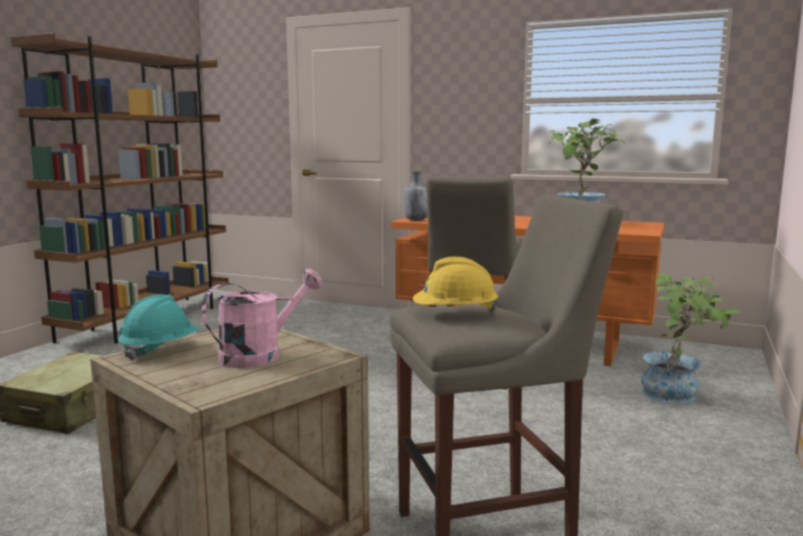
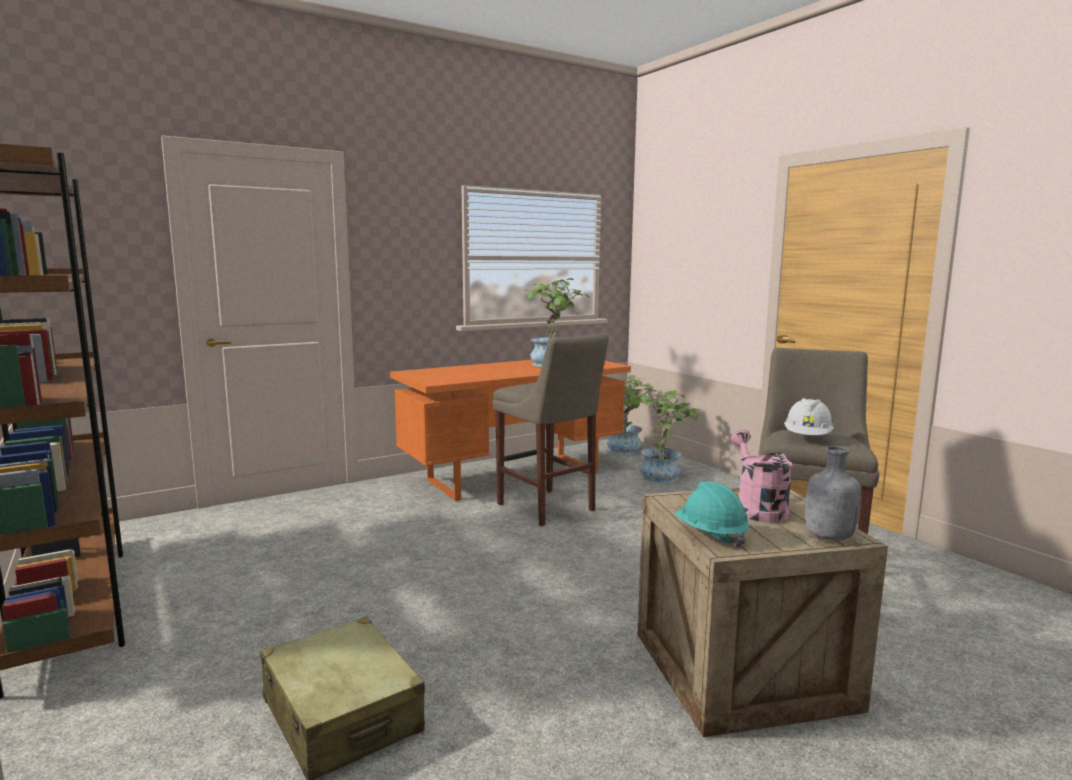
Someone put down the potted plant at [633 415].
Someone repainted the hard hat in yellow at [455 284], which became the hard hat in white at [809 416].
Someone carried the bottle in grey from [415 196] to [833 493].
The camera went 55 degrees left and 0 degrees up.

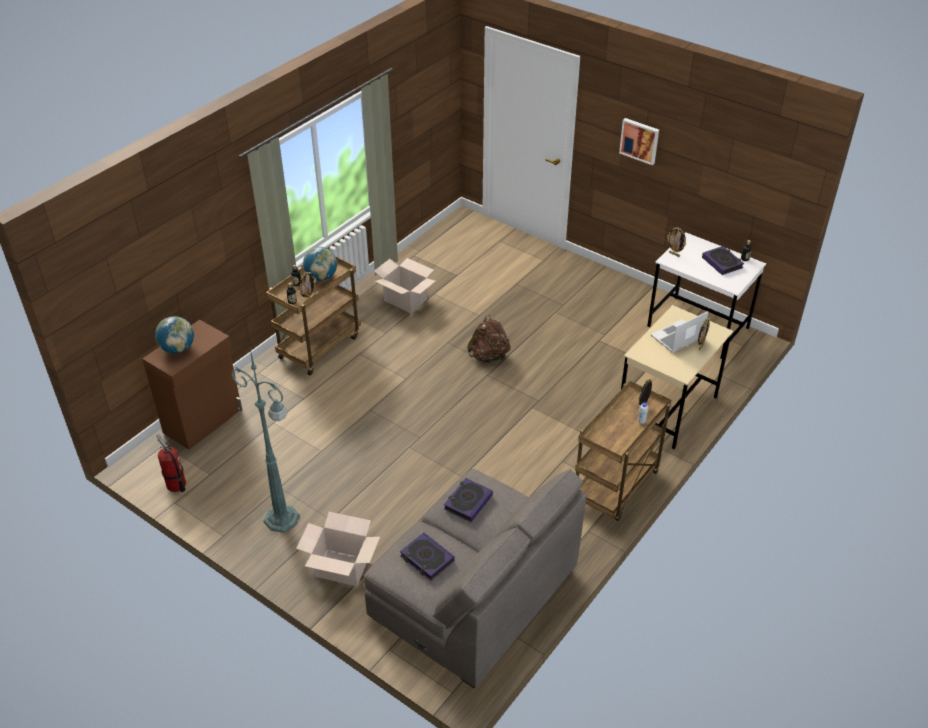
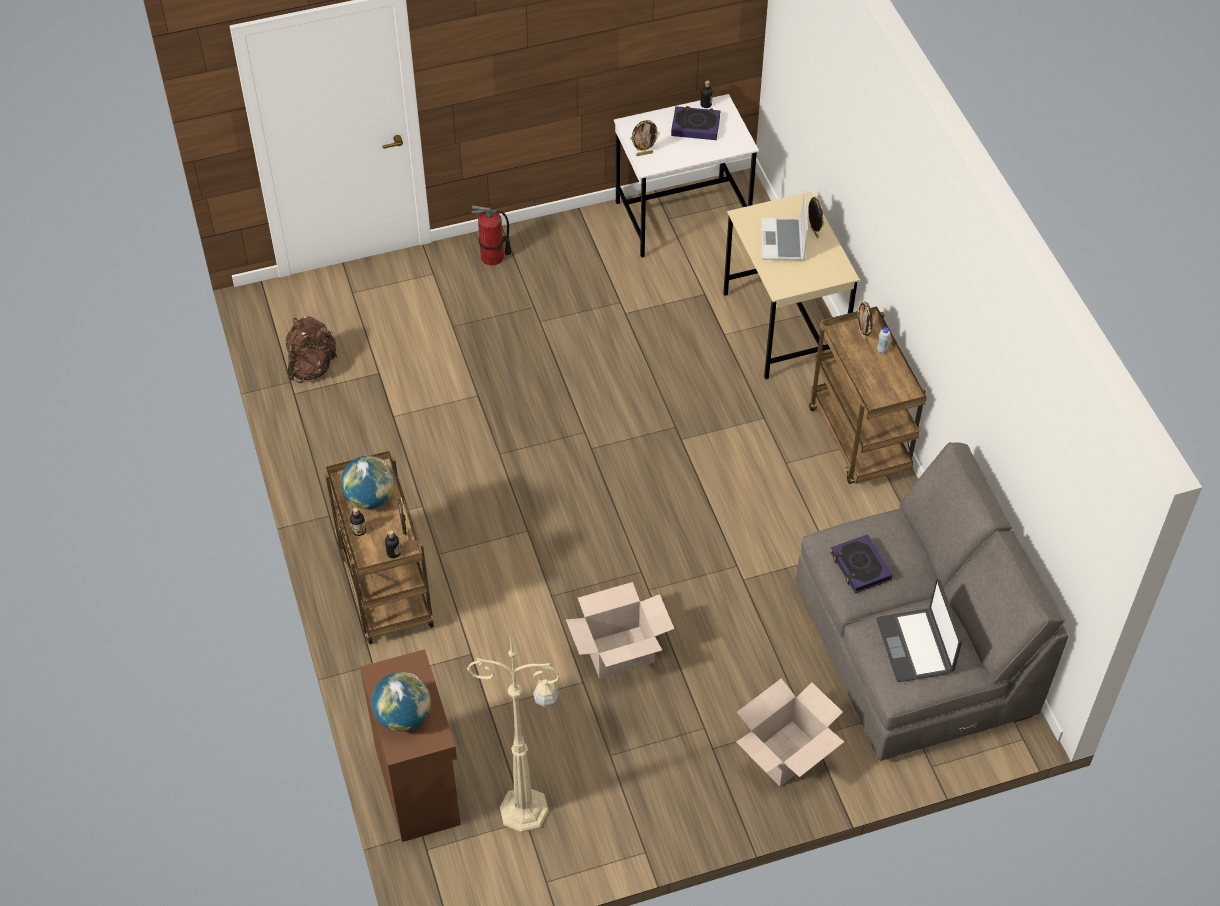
Someone carried the backpack in brown from [489 338] to [312 349].
Someone put down the floor lamp in beige at [513 735].
Someone carried the fire extinguisher from [171 463] to [491 235].
Someone carried the cardboard box from [404 285] to [620 630].
Someone swapped the book at [427 557] for the laptop at [919 630].
Someone took away the floor lamp in green at [265 441].
Someone took away the picture at [639 141].
The camera went 55 degrees left and 10 degrees up.

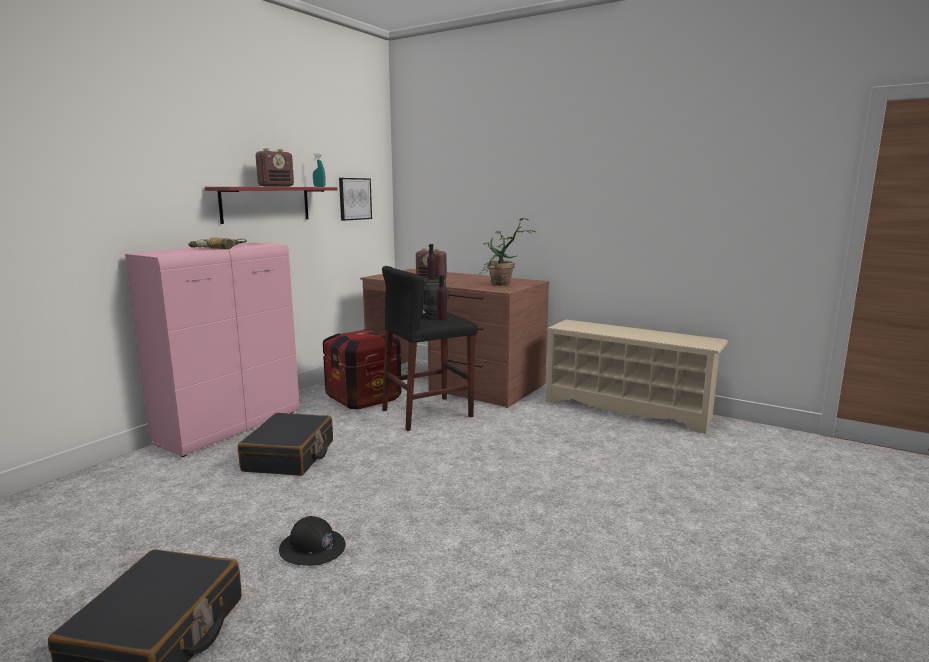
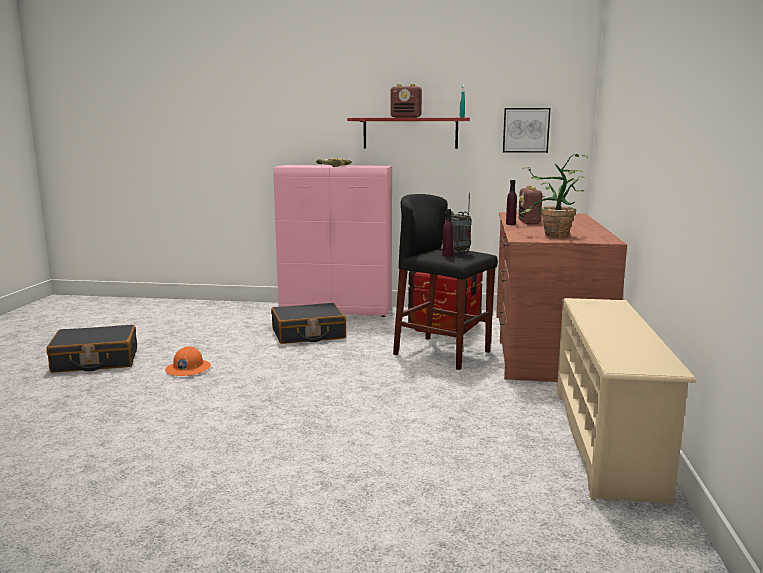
Someone repainted the hard hat in black at [312 541], which became the hard hat in orange at [188 361].
The camera went 65 degrees right and 0 degrees up.

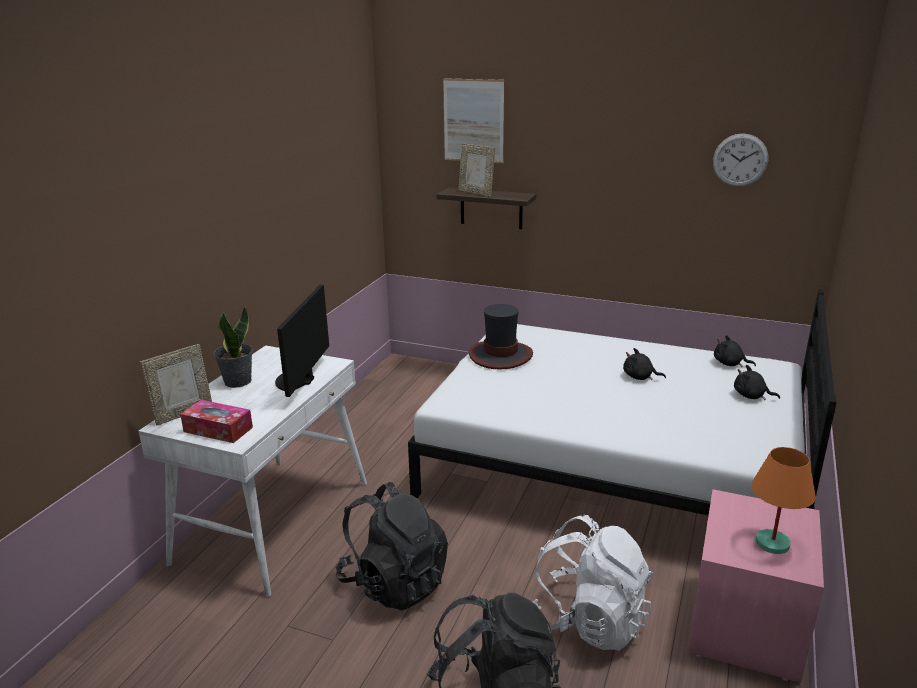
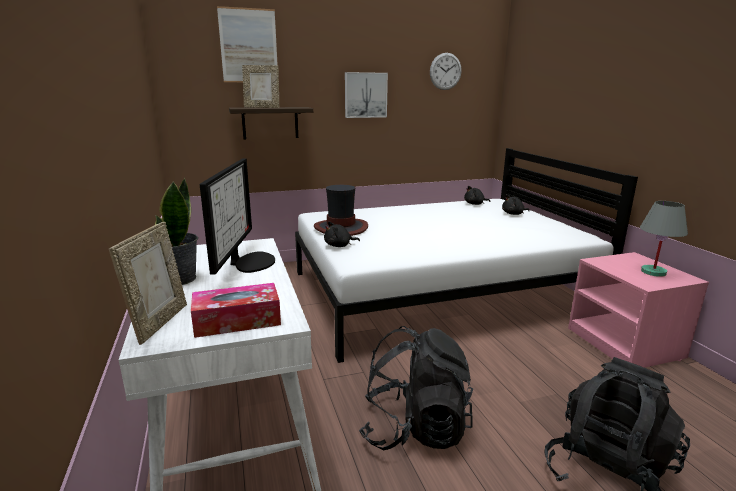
Someone rotated the monitor at [302 341] by 150 degrees counterclockwise.
Someone carried the plush toy in black from [644 364] to [342 234].
Someone put up the picture at [366 95].
Someone repainted the table lamp in orange at [783 500], which became the table lamp in grey at [664 239].
Someone took away the backpack in white at [593 583].
The camera went 40 degrees left and 5 degrees down.

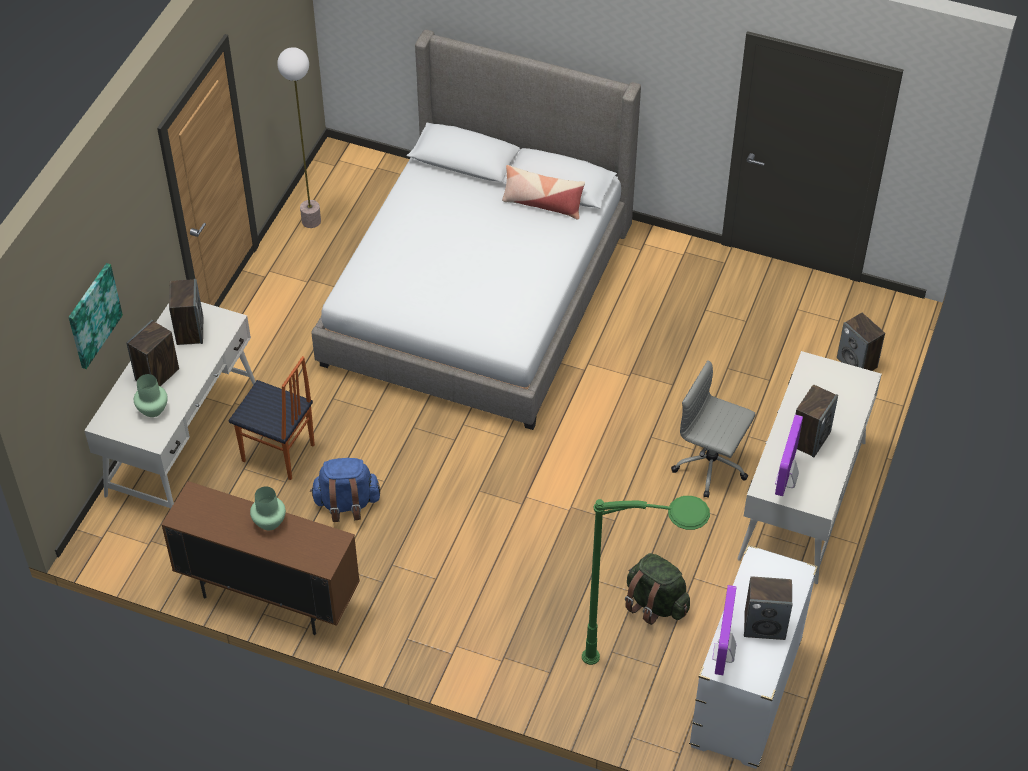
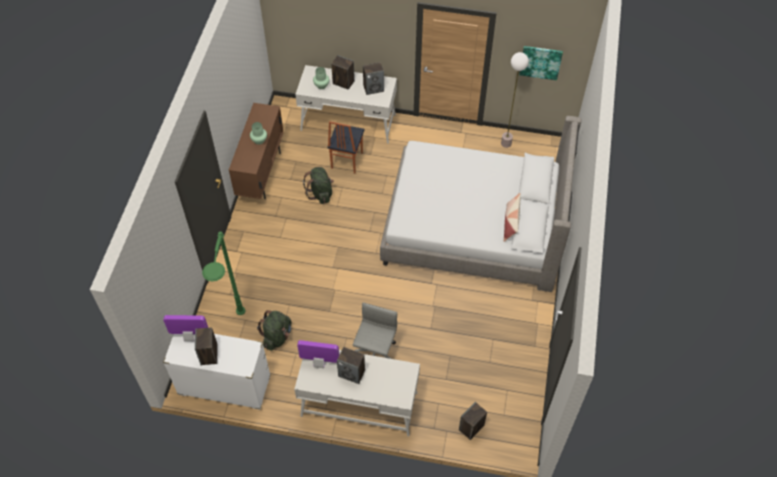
Someone repainted the backpack in blue at [345 490], which became the backpack in green at [318 185].
Someone carried the picture from [95 316] to [541 63].
The camera went 80 degrees right and 5 degrees up.

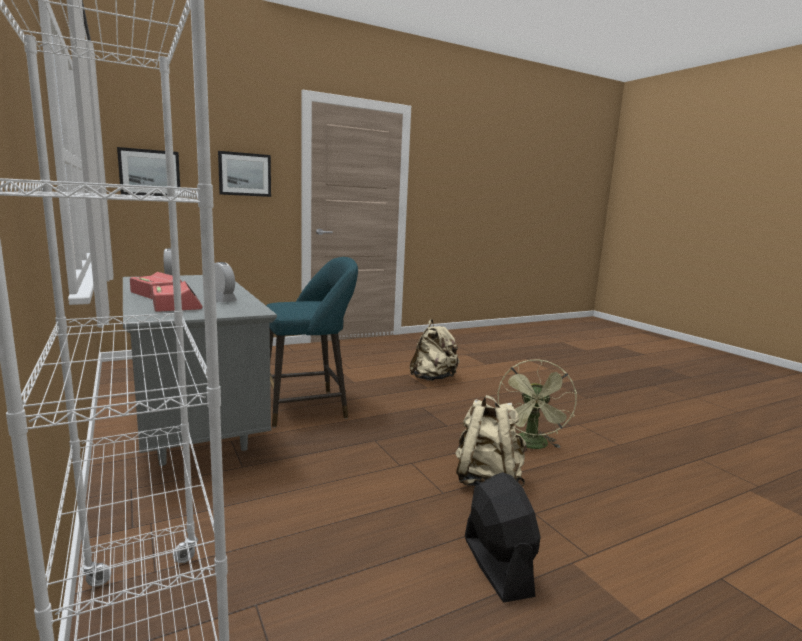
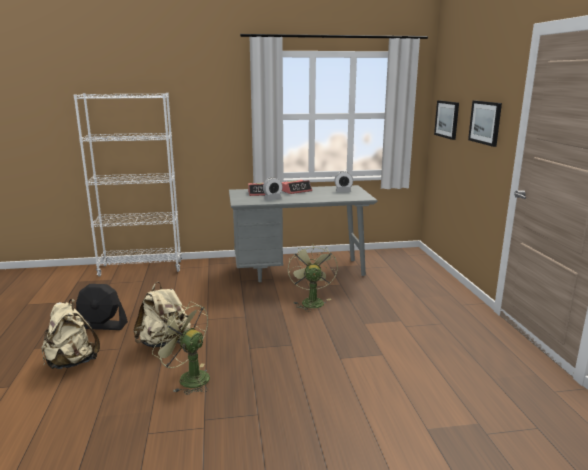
Someone carried the backpack in beige from [434 350] to [71 334].
Someone swapped the stool in turquoise at [312 342] for the fan in green at [313 277].
The camera went 110 degrees right and 5 degrees up.

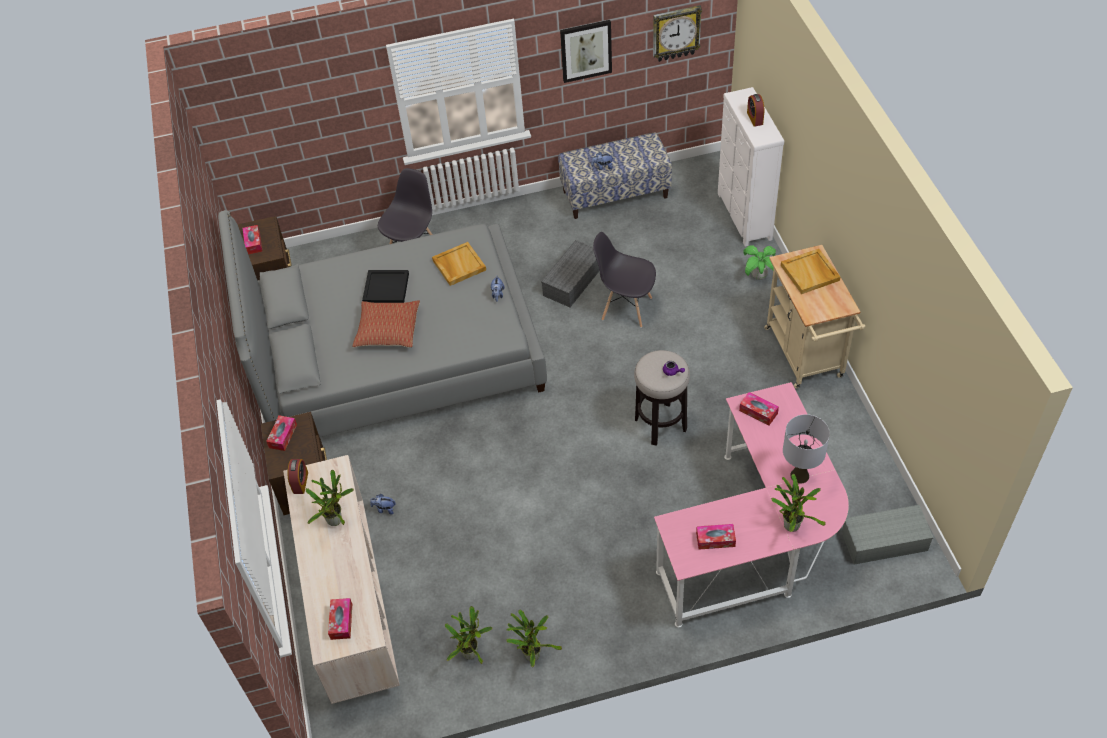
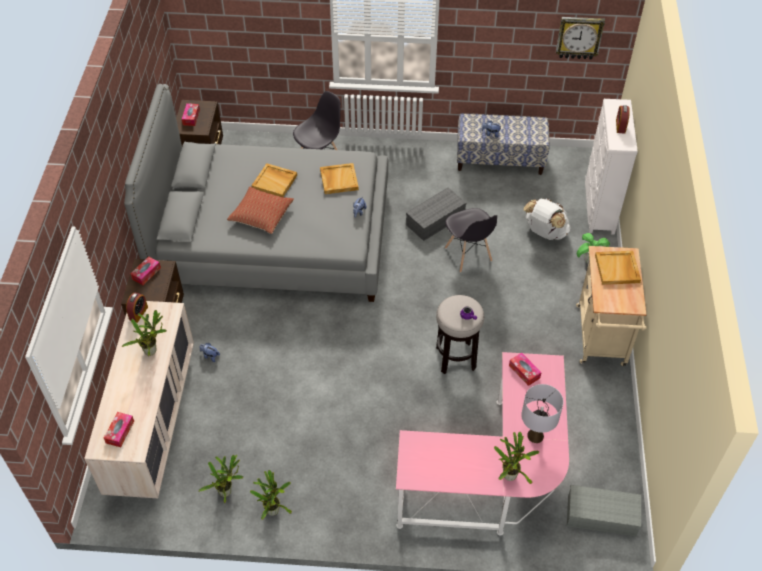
Someone repainted the tray in black at [385 286], which became the tray in beige at [274 180].
Someone rotated the chair in grey at [624 280] by 150 degrees counterclockwise.
Someone put down the backpack in white at [547 219].
Someone took away the picture at [586 51].
Someone took away the tissue box at [716 537].
The camera went 15 degrees right and 0 degrees up.

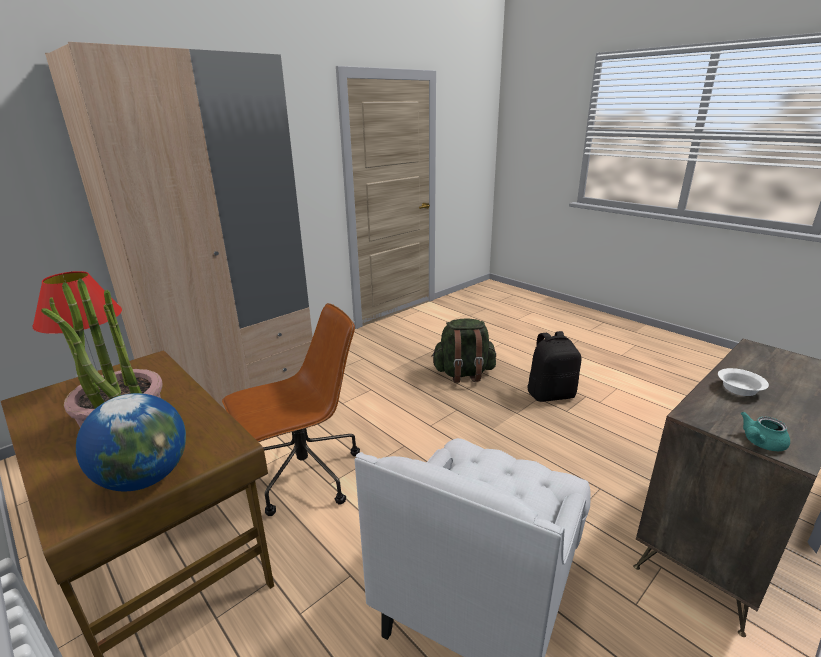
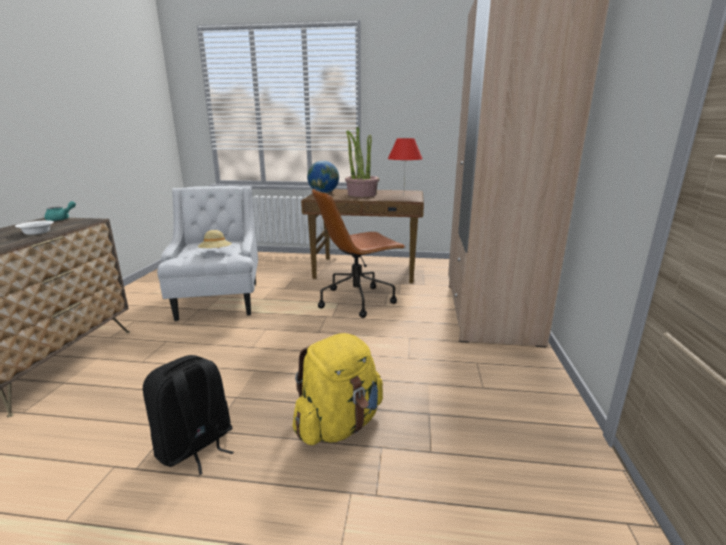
Someone put down the hat in beige at [214 239].
Someone repainted the backpack in green at [463 350], which became the backpack in yellow at [338 389].
Someone rotated the office chair in brown at [291 409] by 45 degrees clockwise.
The camera went 140 degrees right and 5 degrees down.

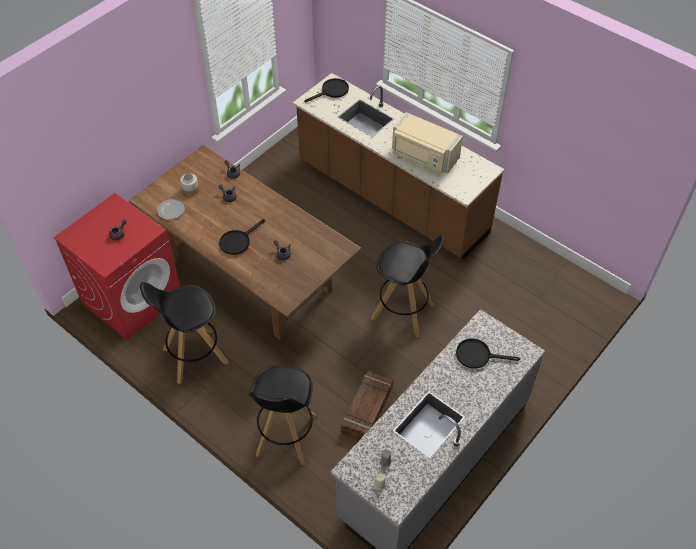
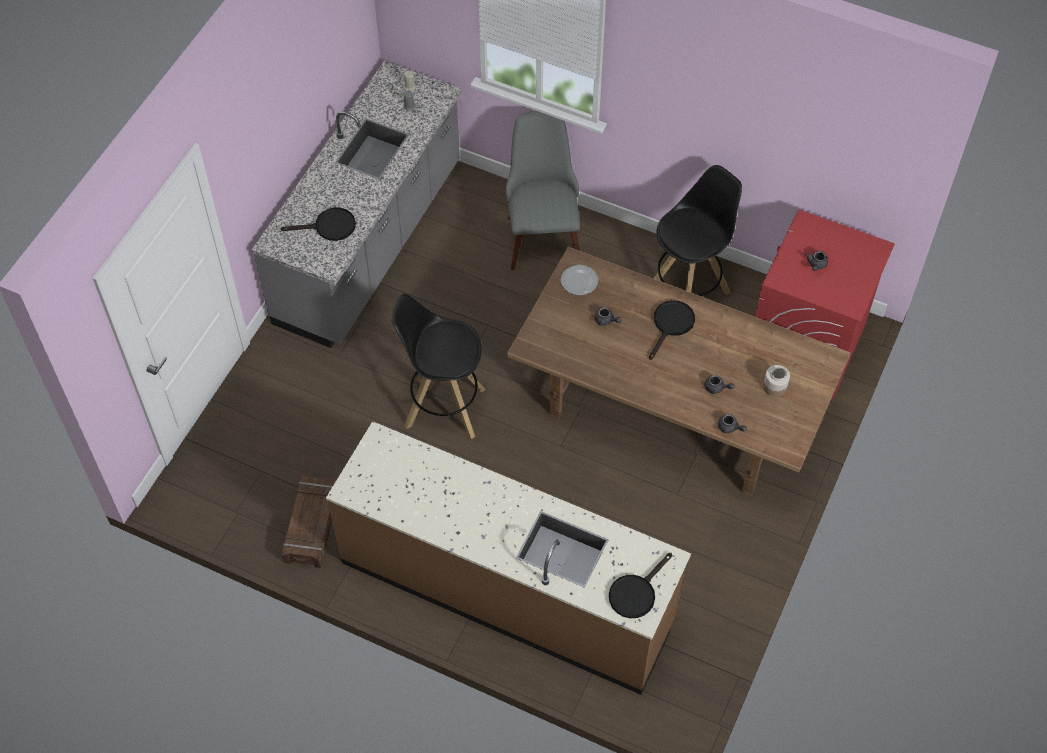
Someone carried the crate from [367 405] to [309 521].
Someone swapped the stool in black at [283 416] for the chair in grey at [543 190].
Someone carried the plate from [171 209] to [579 280].
Someone took away the microwave in beige at [427 143].
The camera went 165 degrees right and 5 degrees up.

